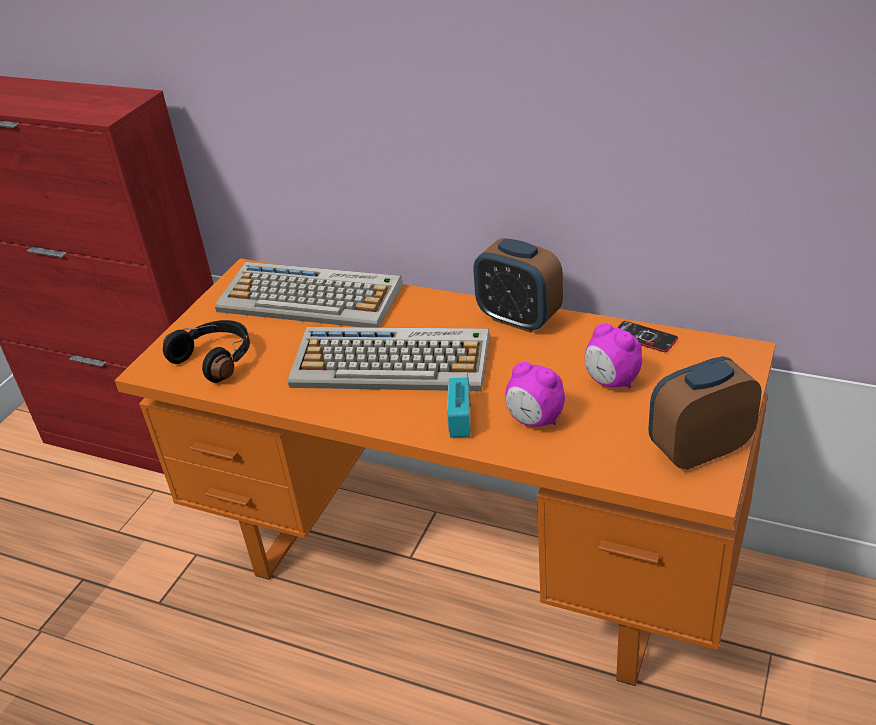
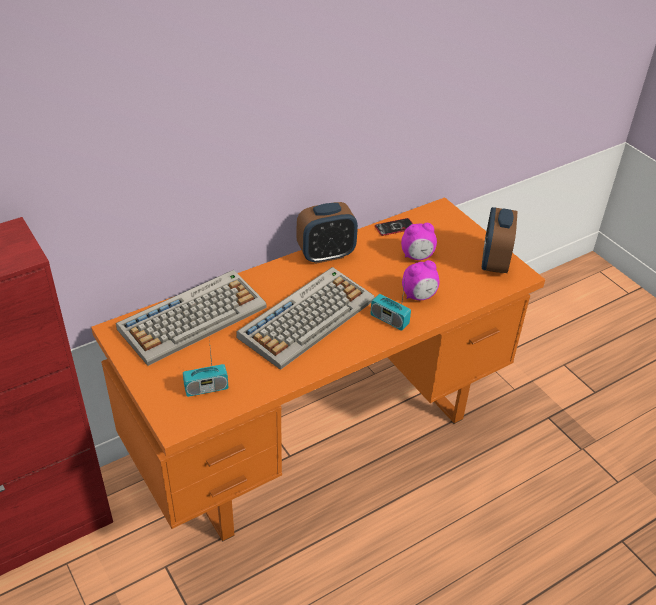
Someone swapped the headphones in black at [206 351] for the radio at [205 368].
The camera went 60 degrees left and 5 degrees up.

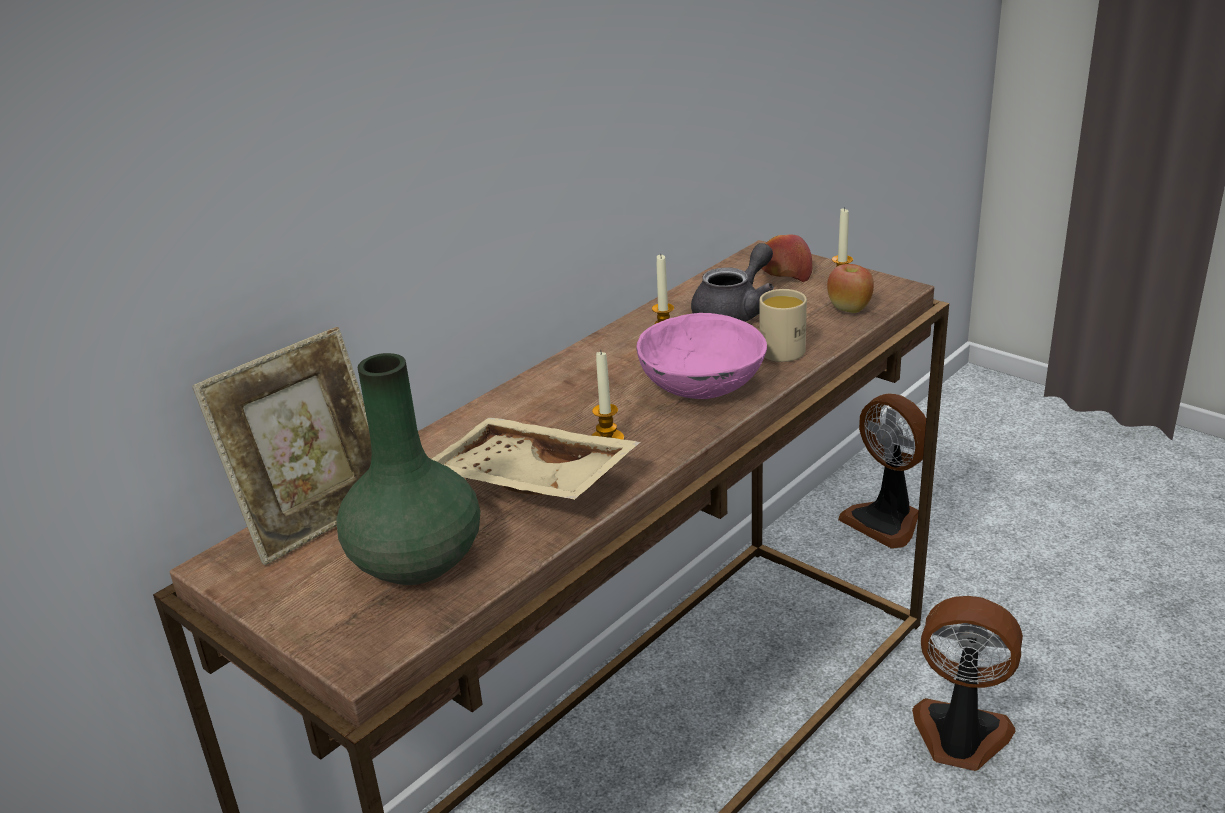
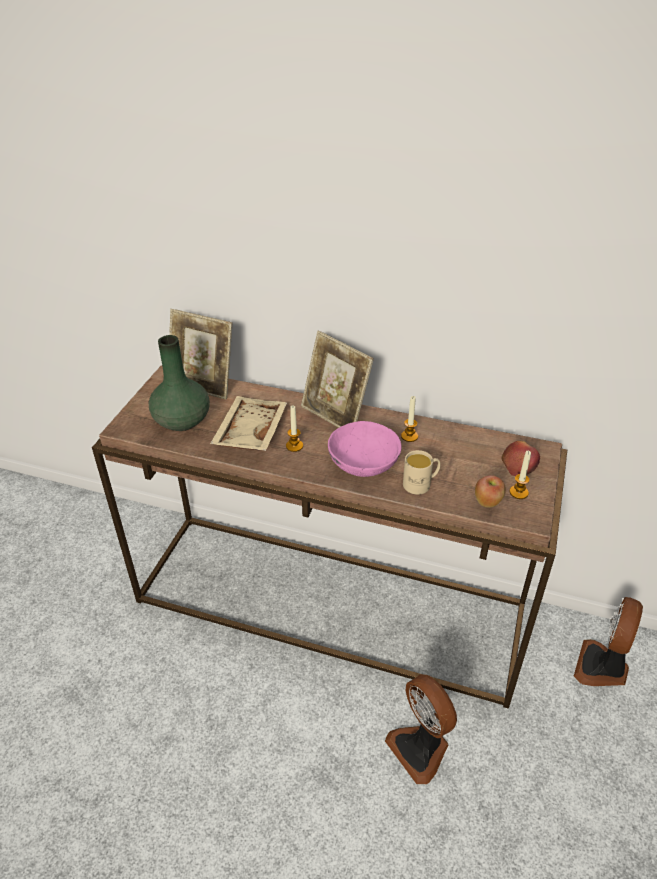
Someone put down the picture frame at [337 379].
Someone rotated the fan at [967 683] by 150 degrees clockwise.
Someone took away the teapot in grey at [732 282].
The camera went 65 degrees right and 10 degrees up.

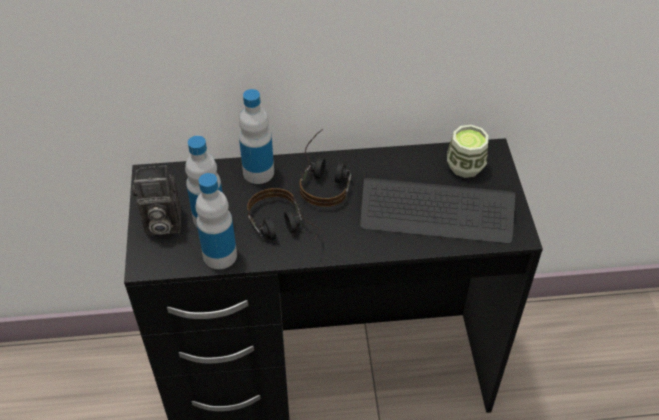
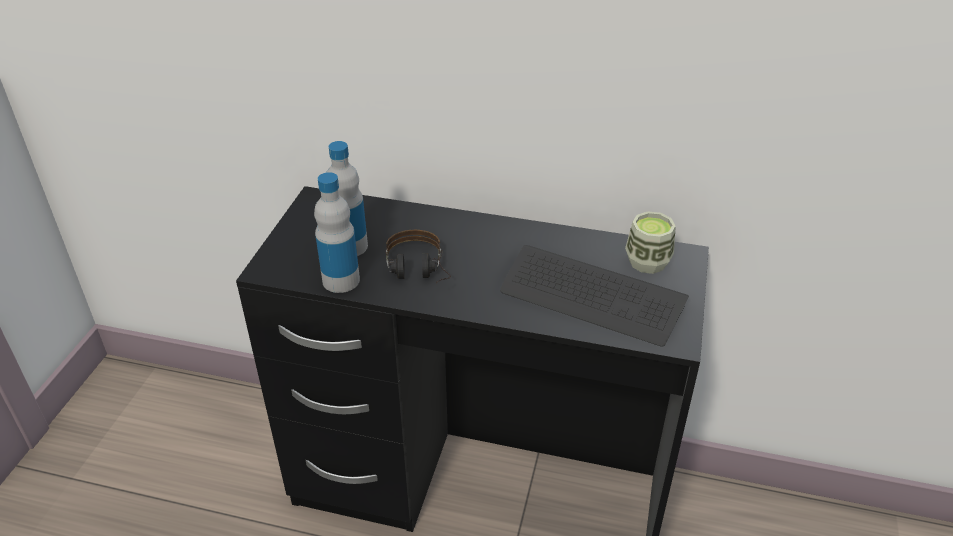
Someone took away the photo camera at [156 200].
Someone took away the bottle at [256 136].
Someone took away the headphones at [325 168].
The camera went 20 degrees right and 10 degrees down.

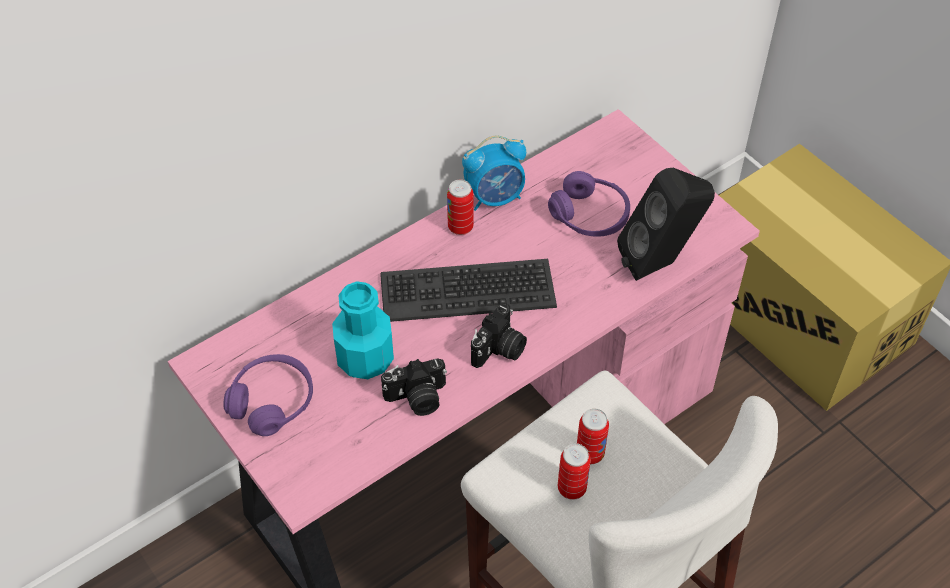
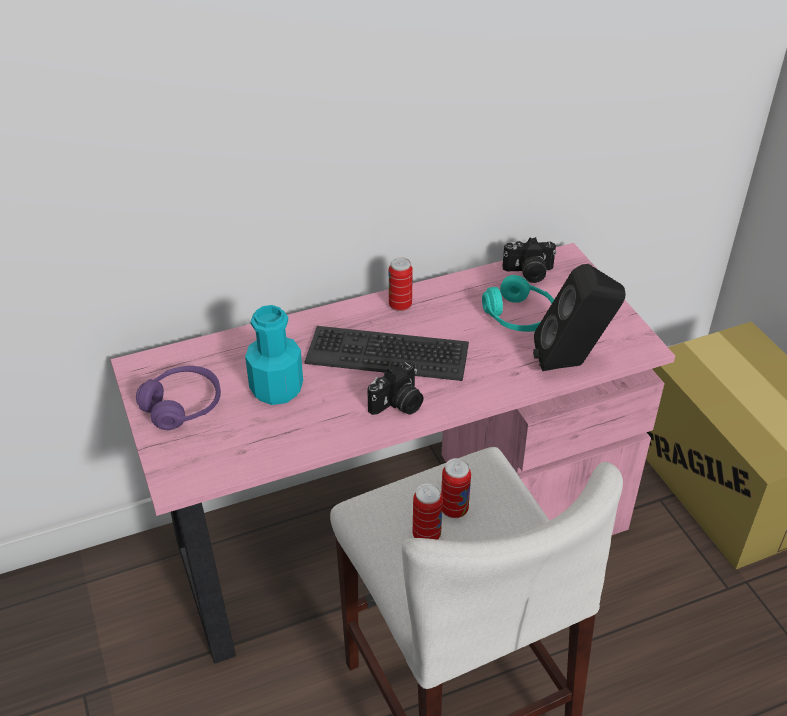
Someone repainted the headphones in purple at [589 204], which became the headphones in turquoise at [518 303].
Someone carried the photo camera from [414 387] to [529 260].
Someone took away the alarm clock at [494 173].
The camera went 15 degrees right and 10 degrees down.

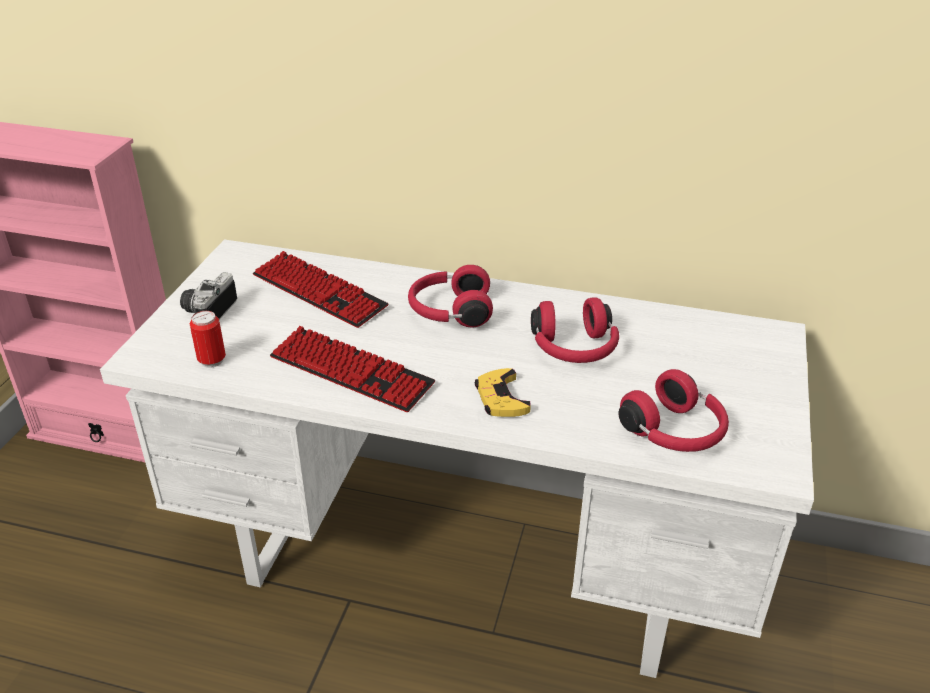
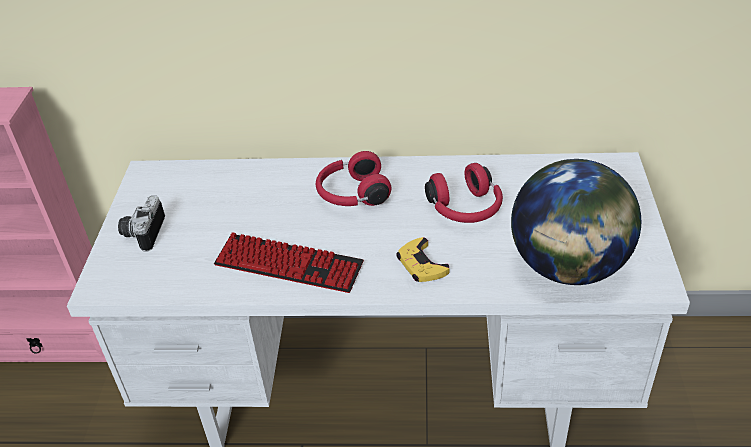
Someone swapped the headphones in red at [674 410] for the globe at [576 222].
Someone took away the can at [208 339].
Someone took away the keyboard at [320 289].
The camera went 10 degrees left and 5 degrees up.

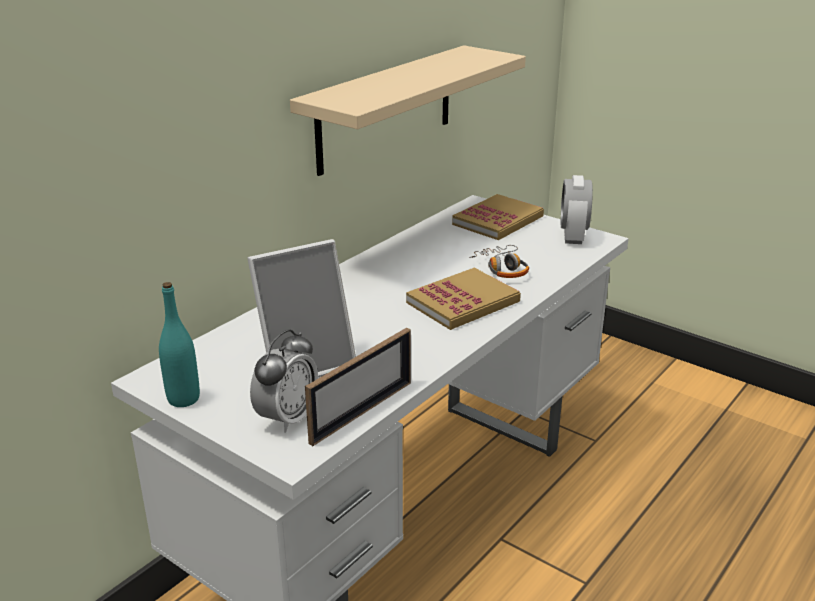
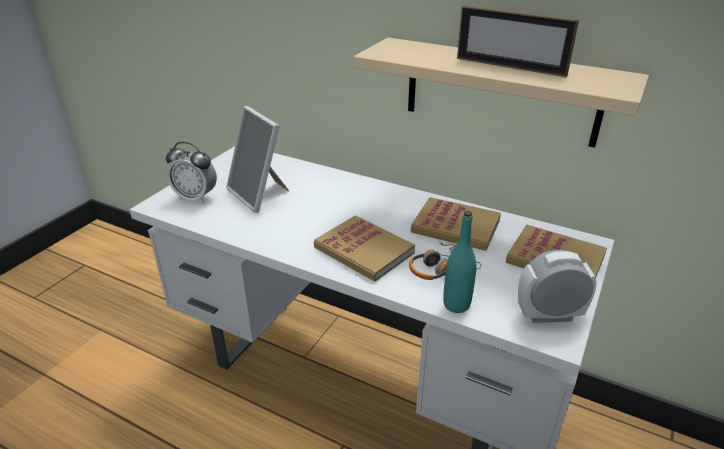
Someone put down the book at [456 224].
Someone carried the bottle in turquoise from [179 344] to [460 262].
Someone carried the picture frame from [358 387] to [518 41].
The camera went 80 degrees right and 5 degrees up.

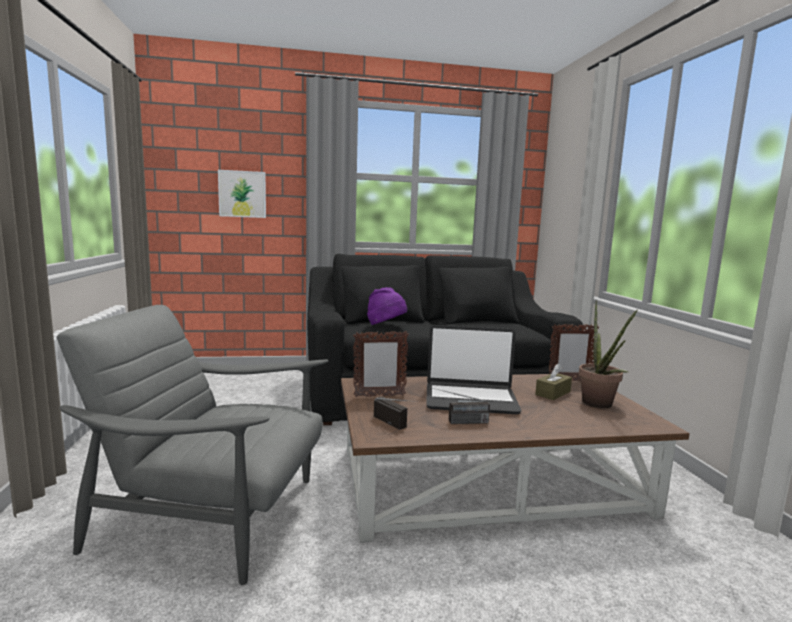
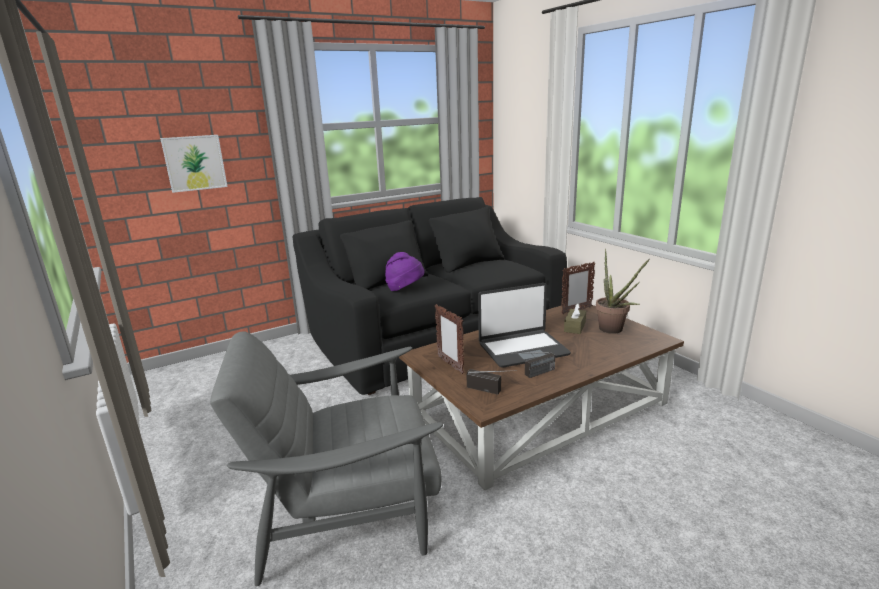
Someone rotated the picture frame at [381 364] by 90 degrees clockwise.
The camera went 20 degrees left and 10 degrees up.

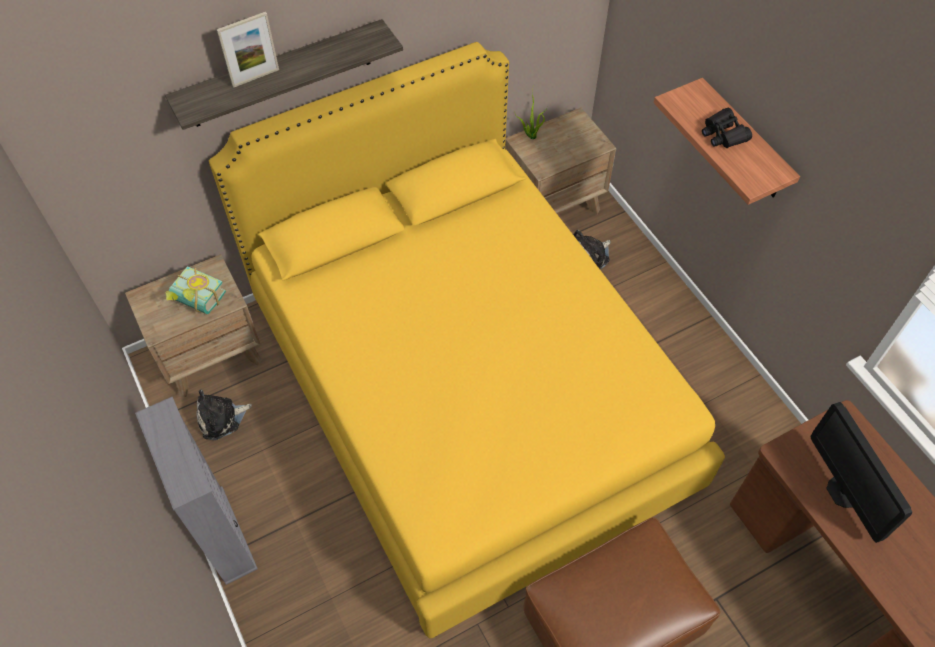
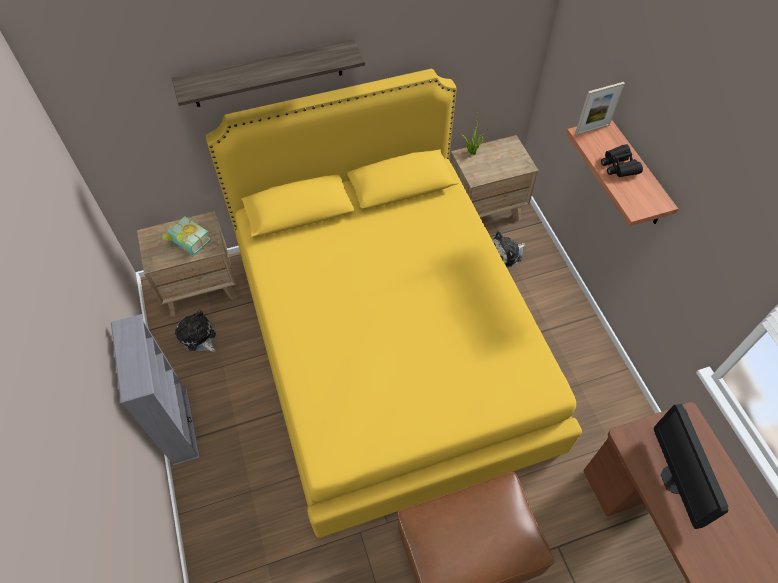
Someone rotated the plush toy at [224 415] by 60 degrees clockwise.
Someone carried the picture frame from [248 50] to [600 108].
The camera went 10 degrees right and 0 degrees up.

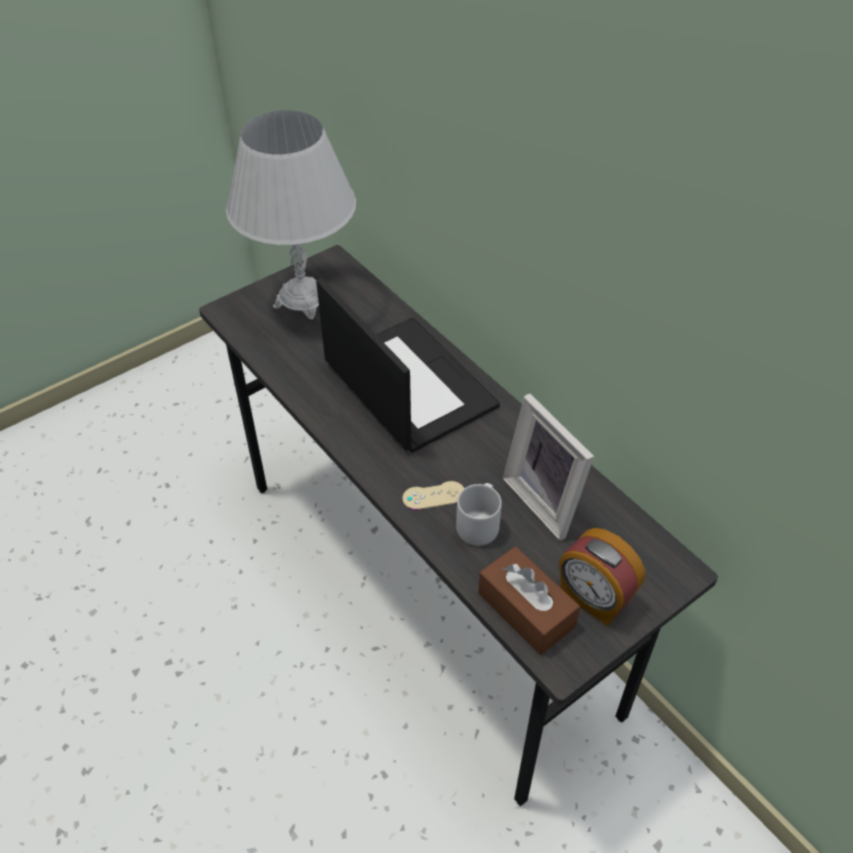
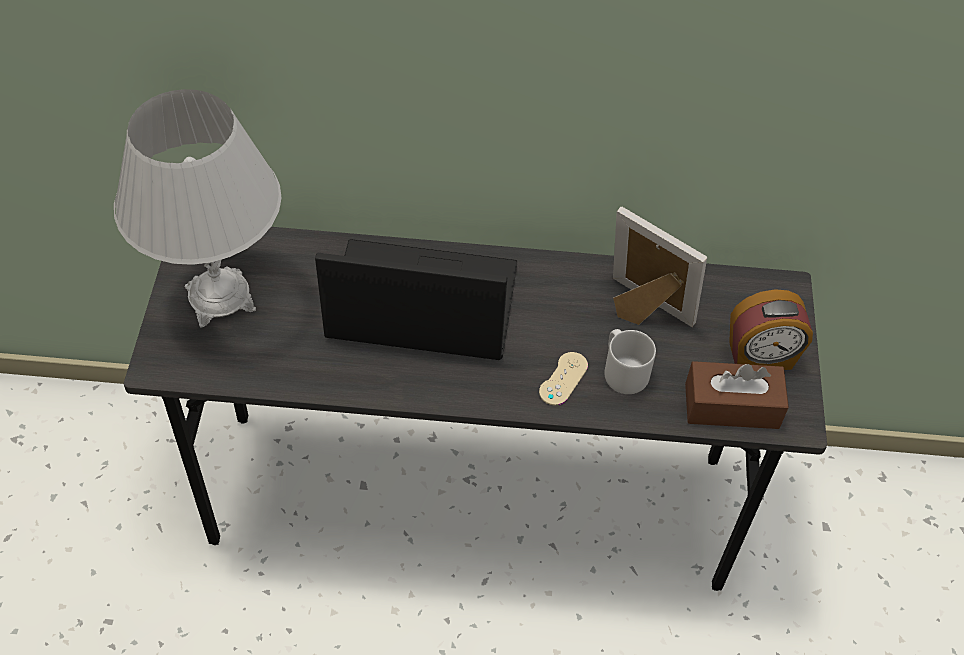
Someone rotated the picture frame at [548 467] by 150 degrees counterclockwise.
The camera went 50 degrees left and 5 degrees up.

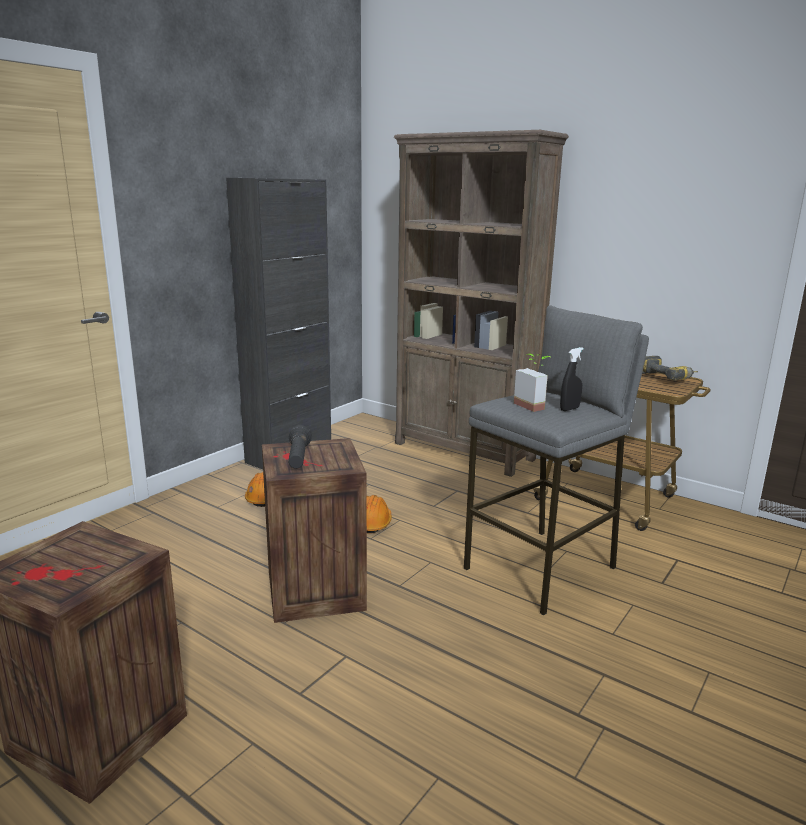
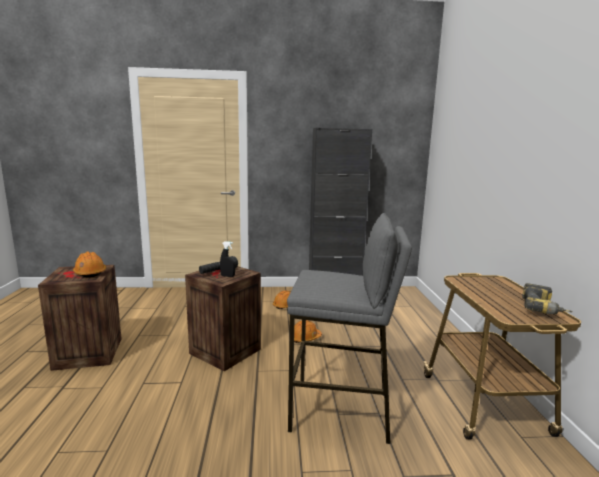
Someone put down the hard hat in orange at [89 265].
Someone carried the spray bottle in black from [572 379] to [227 259].
Someone took away the bookcase in brown at [481 303].
Someone took away the potted plant at [533 383].
The camera went 50 degrees right and 5 degrees down.

